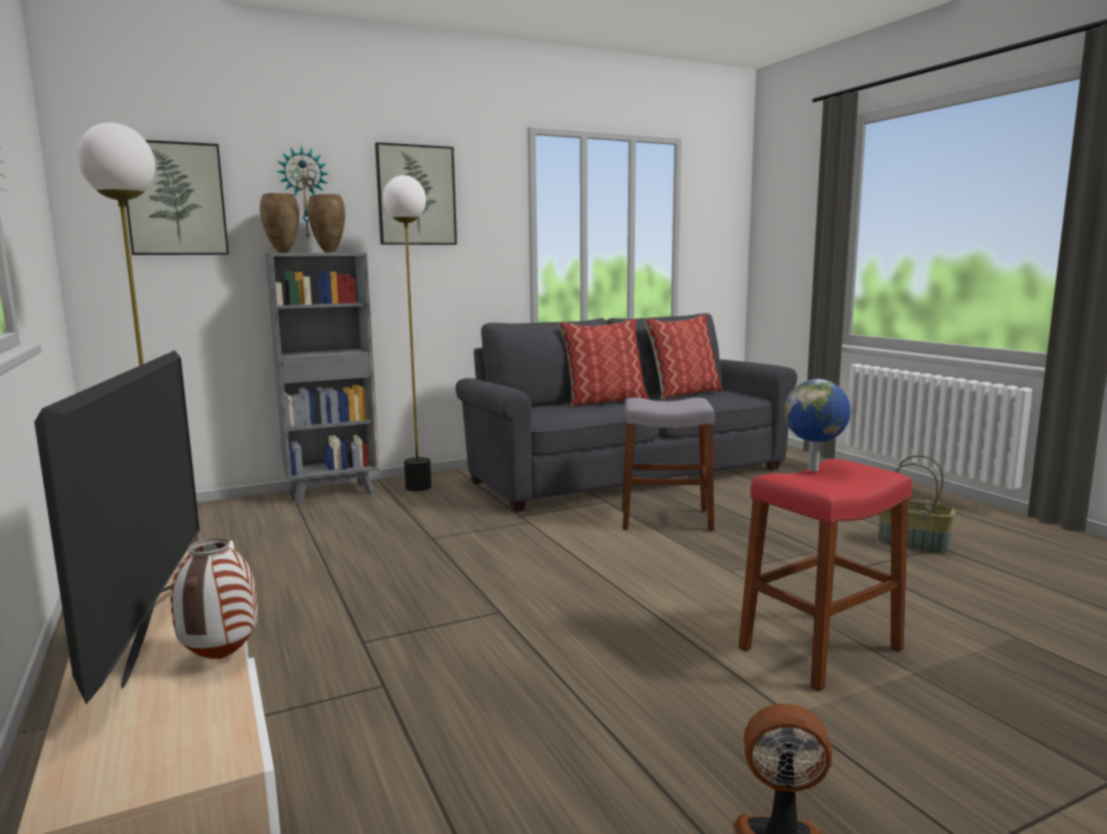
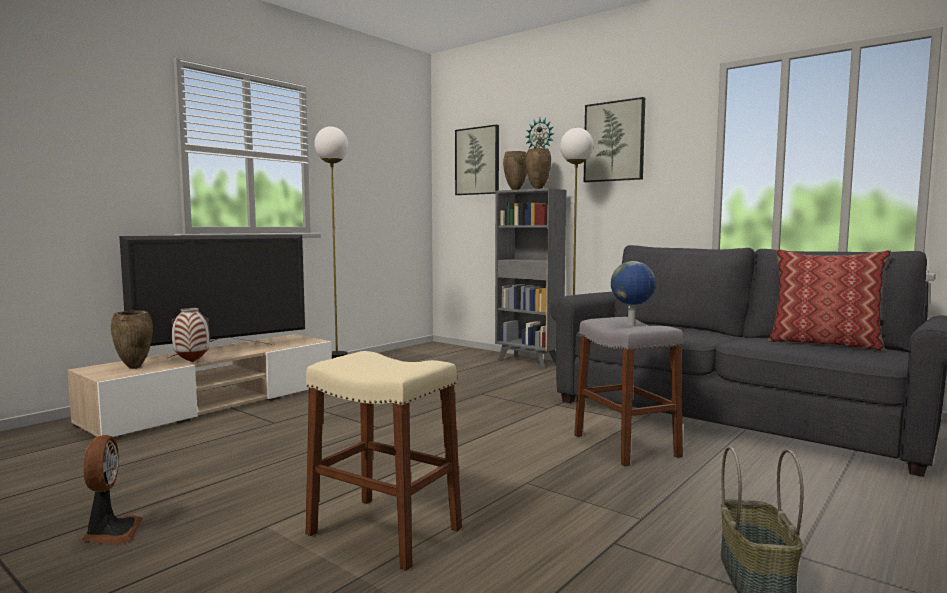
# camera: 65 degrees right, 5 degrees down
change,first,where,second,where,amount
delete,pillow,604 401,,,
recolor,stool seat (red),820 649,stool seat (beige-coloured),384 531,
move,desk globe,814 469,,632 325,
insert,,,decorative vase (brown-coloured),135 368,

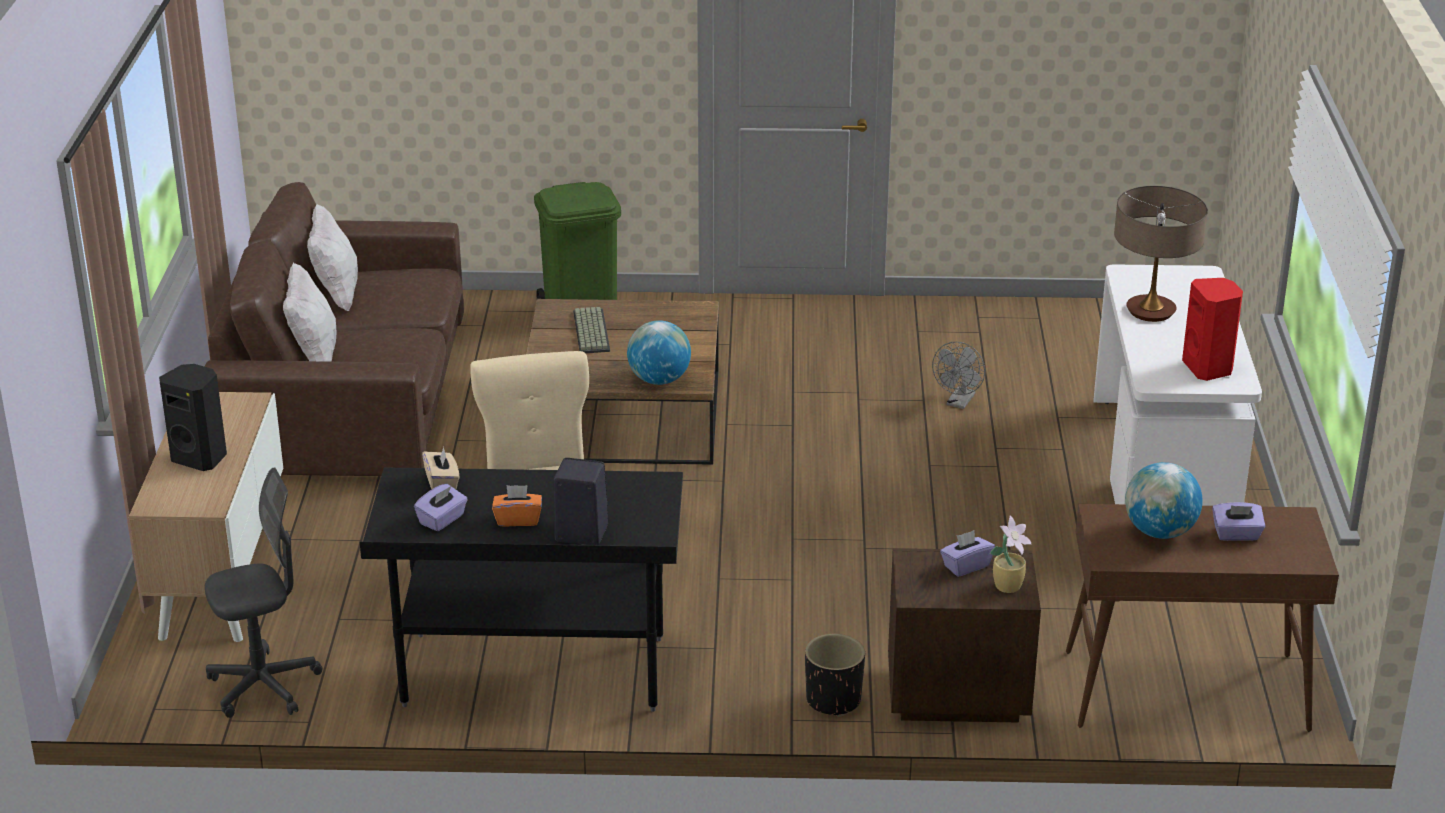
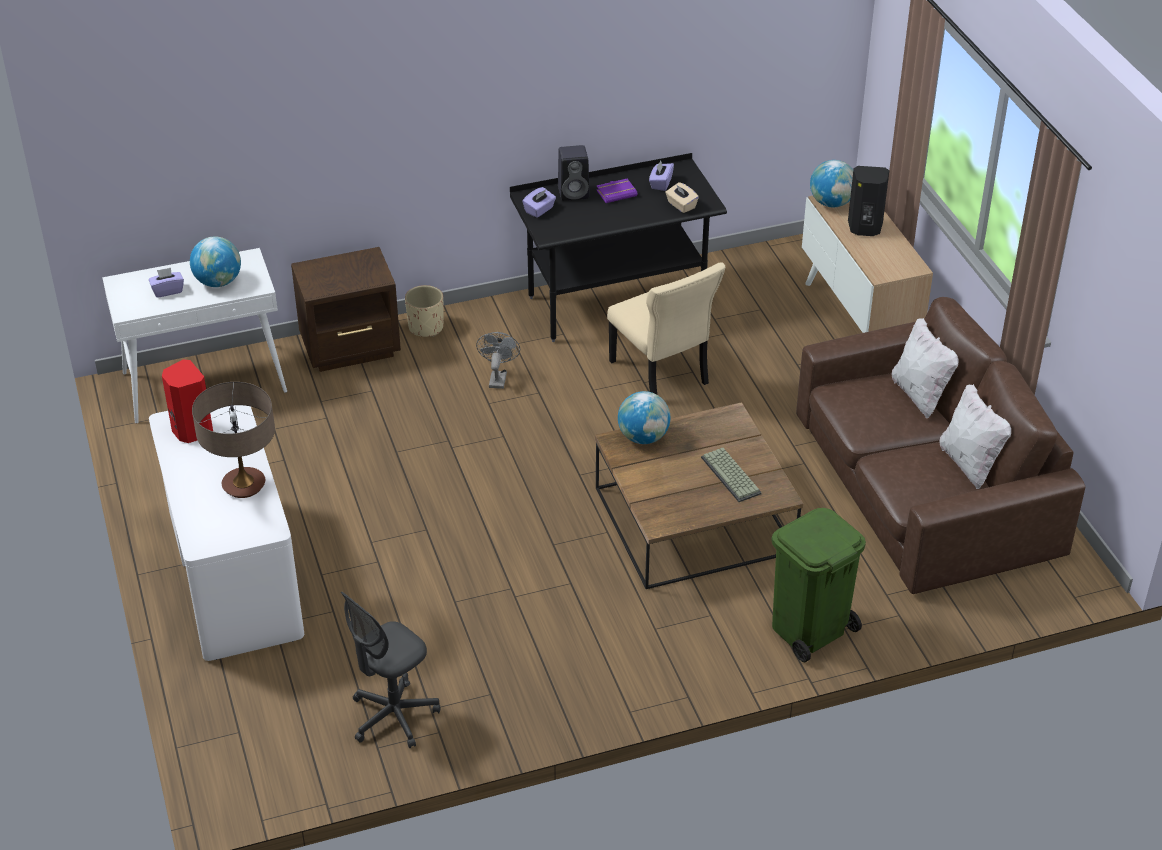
# camera: 160 degrees right, 10 degrees up
change,first,where,second,where,amount
move,desk chair (gray),264 686,,393 716,
replace,tissue holder (orange),518 519,bound book (purple),617 193,
recolor,plant pot (blackish),834 700,plant pot (beige-coloured),425 327,
move,electric fan (gray),959 403,,498 377,
move,tissue holder (purple),966 566,,539 210,
delete,plant in a pot,1009 586,,,
recolor,hall table (brown-coloured),1184 691,hall table (white-coloured),205 382,
insert,,,desk globe,831 203,

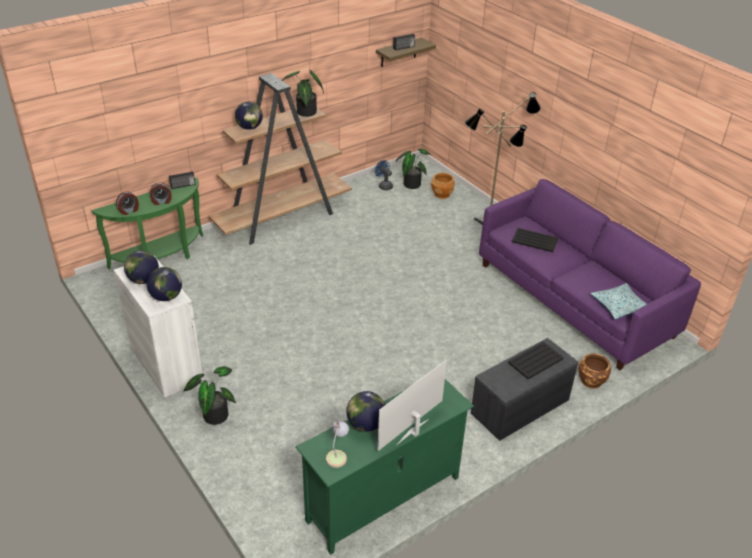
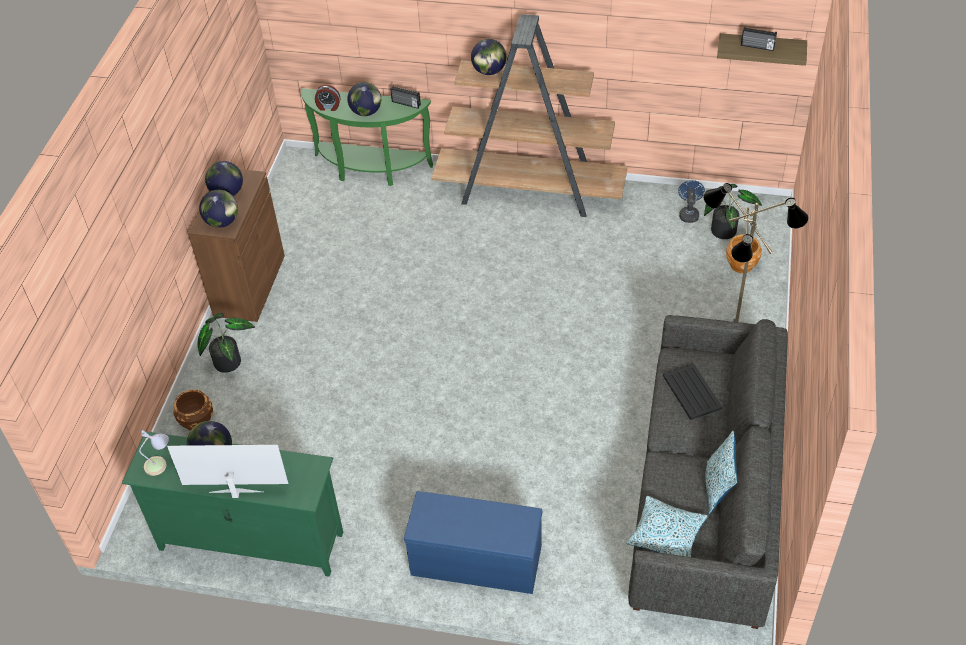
# camera: 50 degrees right, 10 degrees up
change,first,where,second,where,amount
recolor,cabinet (white-coloured),166 364,cabinet (brown-coloured),249 285,
replace,alarm clock,161 201,desk globe,366 112,
delete,plant in a pot,305 113,,,
recolor,long seat (gray),520 407,long seat (blue),475 561,
recolor,sofa (purple),574 299,sofa (gray),706 496,
delete,carrying tray (blackish),535 361,,,
move,plant pot (brown-coloured),591 381,,197 421,
insert,,,pillow,717 488,

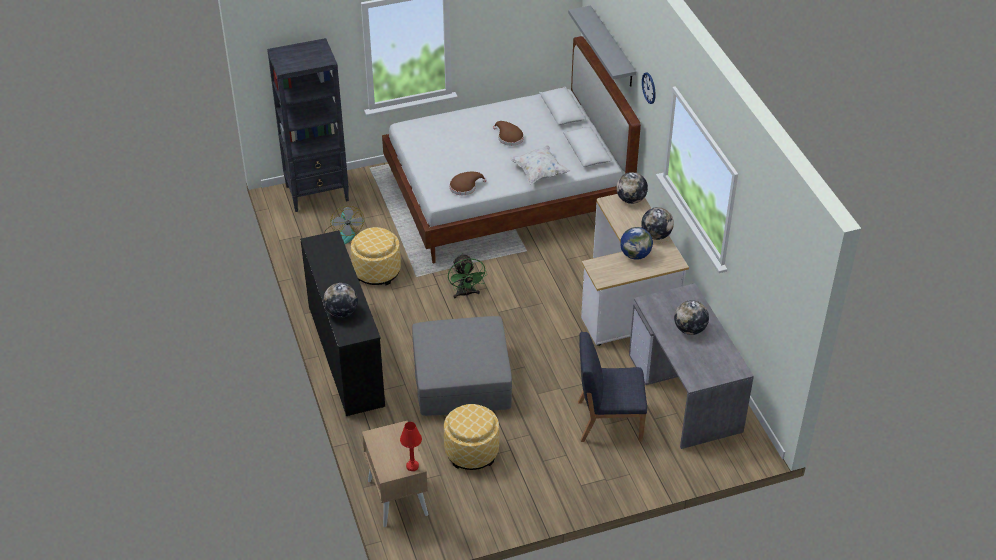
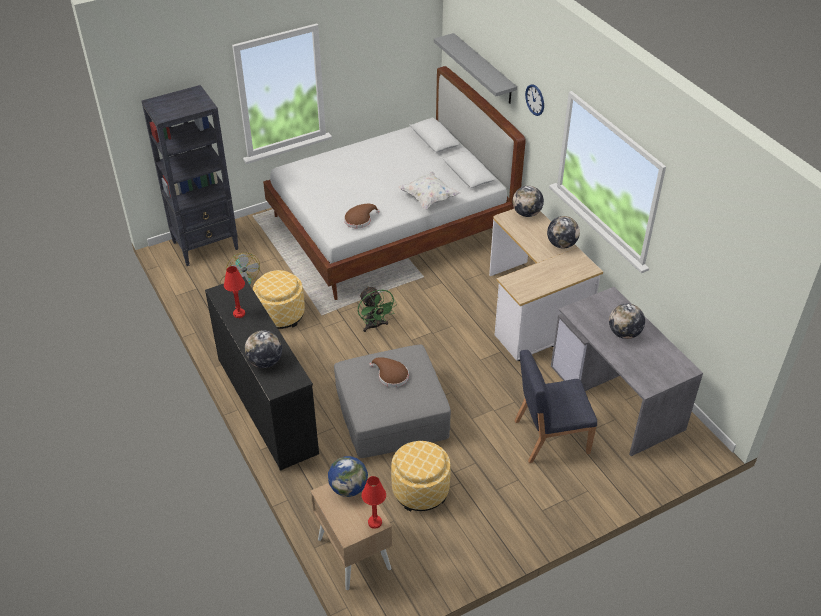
# camera: 10 degrees left, 0 degrees up
change,first,where,second,where,amount
move,hat (brown-coloured),509 137,,391 376,
move,desk globe,635 255,,348 488,
insert,,,lamp for a table (red),239 314,

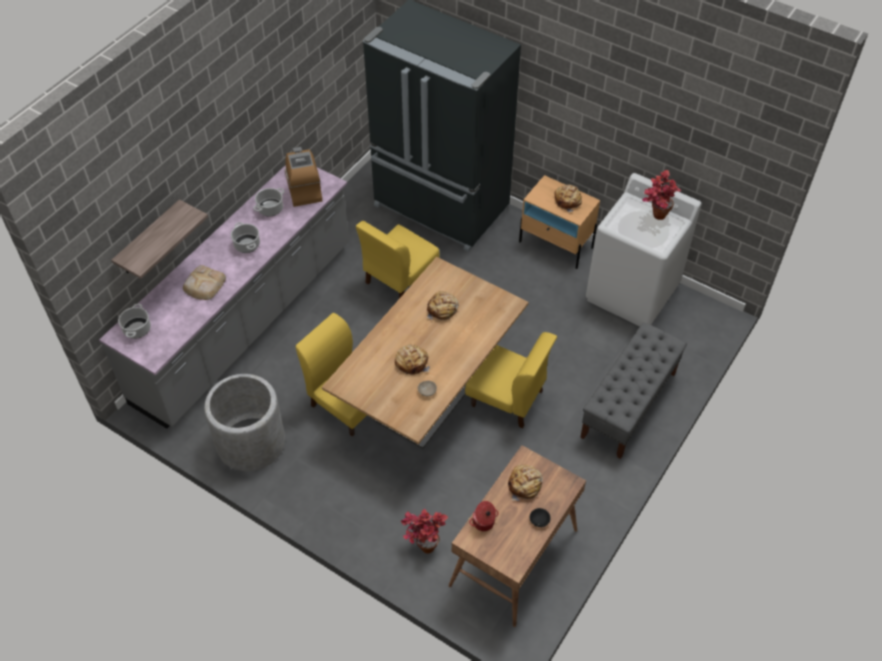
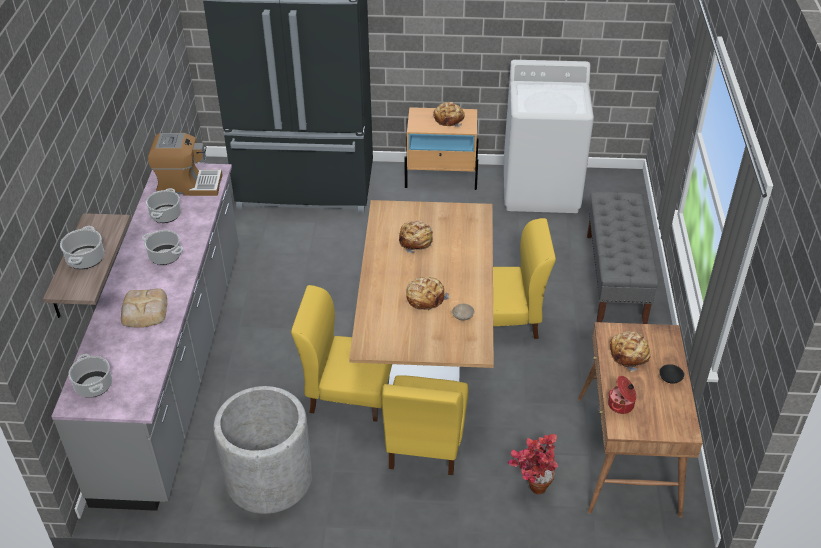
# camera: 30 degrees left, 10 degrees down
change,first,where,second,where,amount
rotate,coffee machine,303 188,,188 185,135 degrees clockwise
move,upright chair (yellow),399 278,,425 443,
delete,plant in a pot,654 216,,,
insert,,,saucepot,85 258,

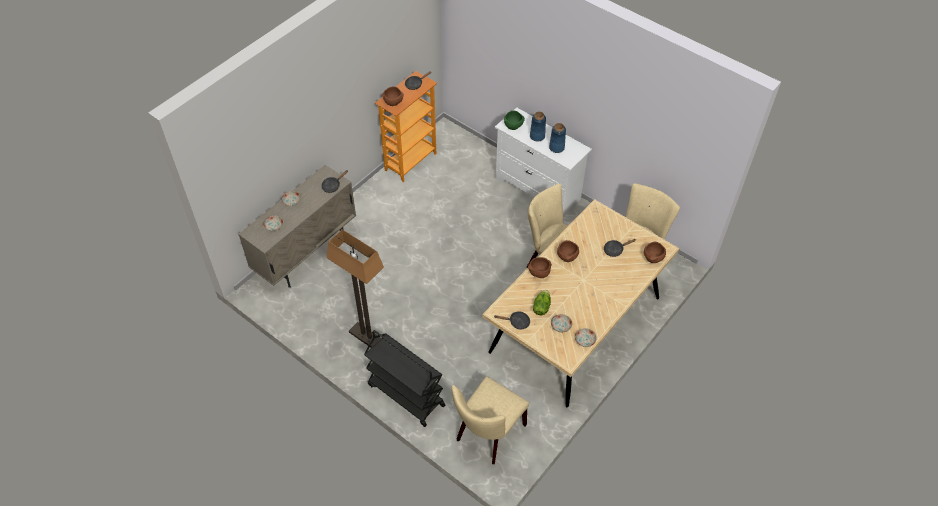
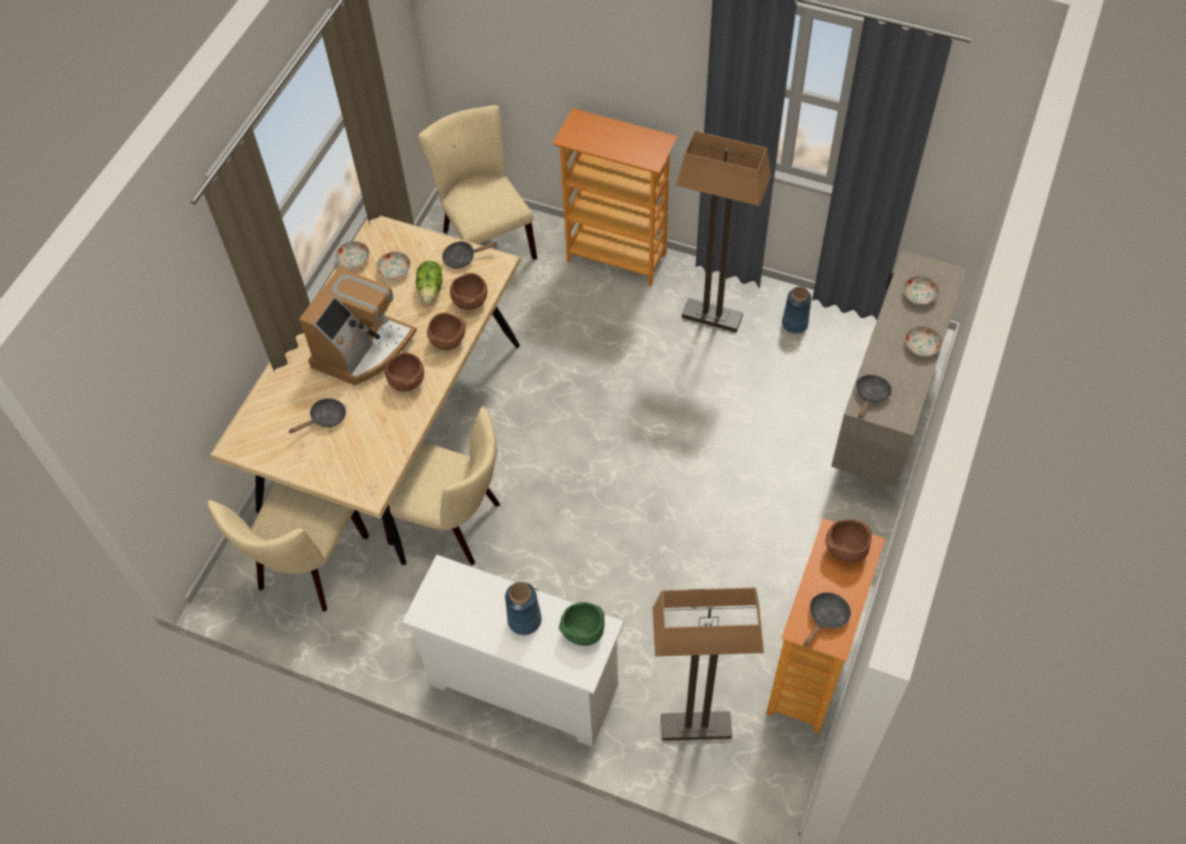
# camera: 165 degrees right, 5 degrees up
change,first,where,second,where,amount
replace,trolley (blackish),405 395,bookcase,617 257,
rotate,upright chair (beige-coloured),488 435,,485 240,45 degrees counterclockwise
move,decorative vase (blue),556 147,,794 324,
move,serving bowl (brown-coloured),653 259,,470 301,
insert,,,coffee machine,363 348,
insert,,,standing lamp,695 727,

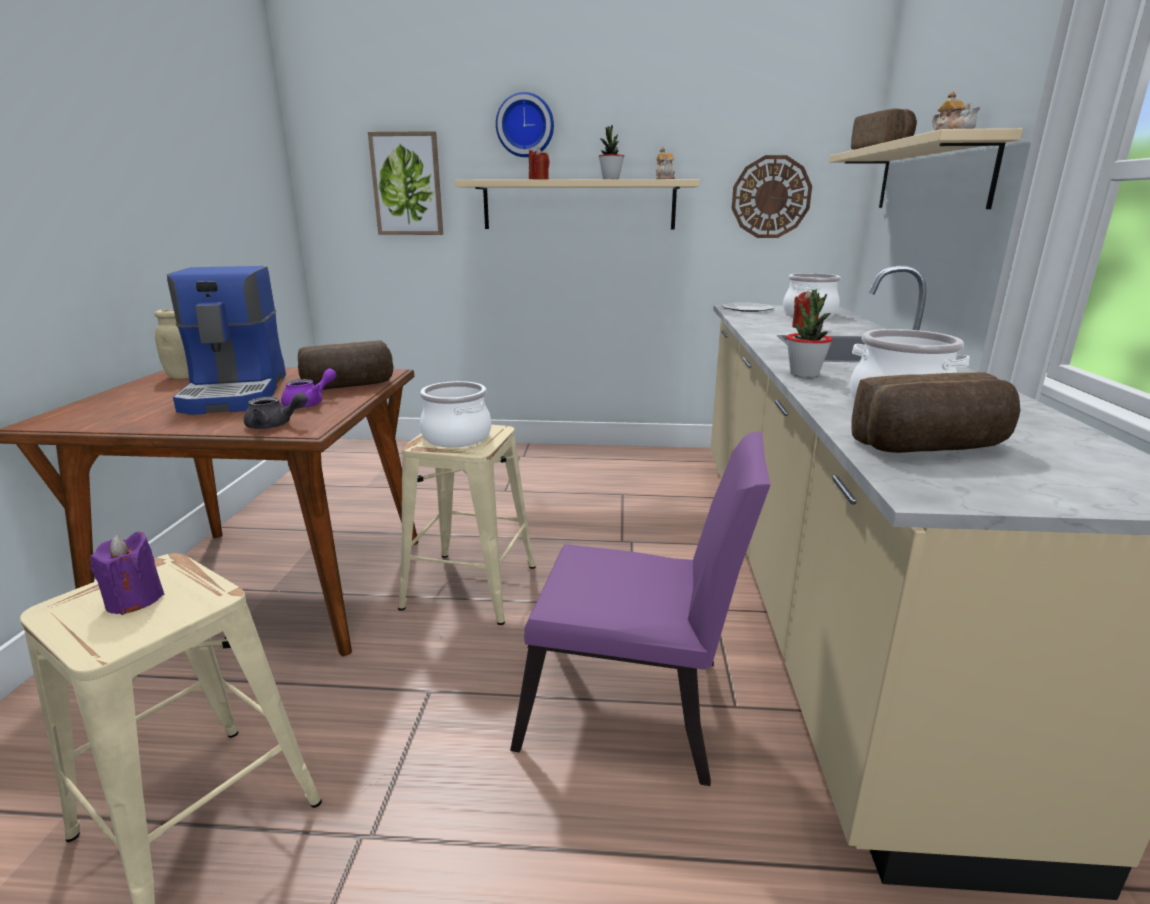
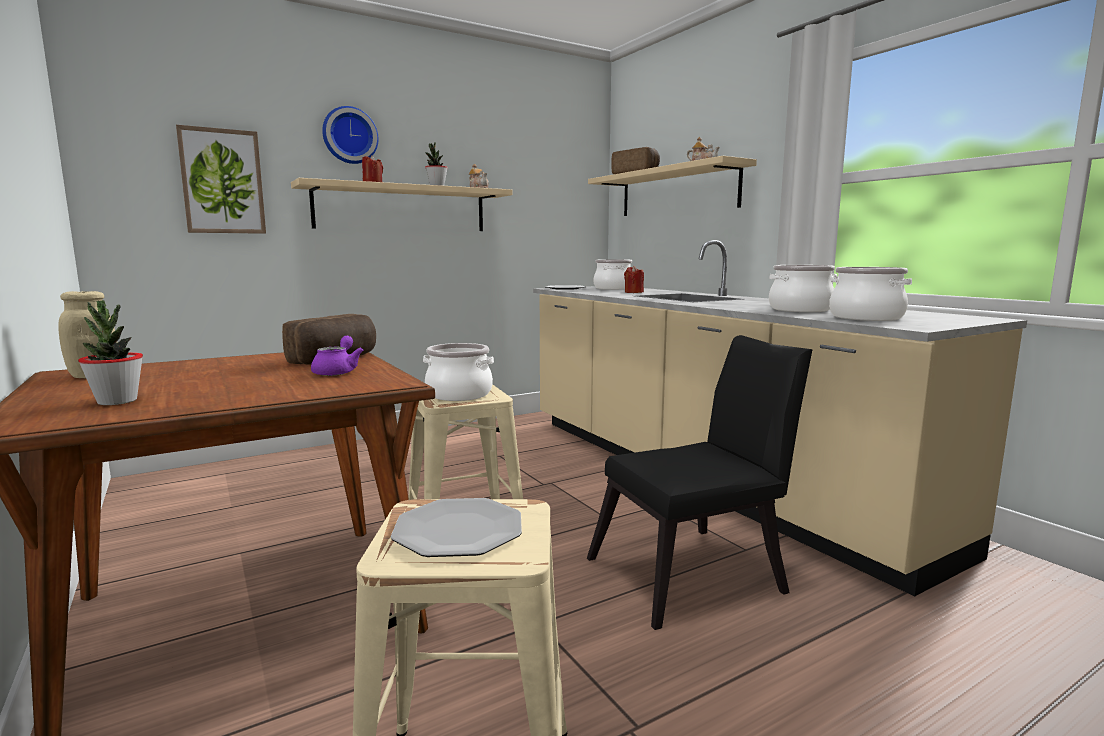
# camera: 35 degrees left, 10 degrees down
change,first,where,second,where,amount
replace,candle (purple),135 600,plate,458 530,
delete,coffee machine,237 393,,,
delete,pot for tea (gray),274 425,,,
recolor,upright chair (purple),636 709,upright chair (blackish),695 574,
delete,hanging clock,771 197,,,
move,plant in a pot,804 374,,117 401,
replace,baked bread,932 447,saucepot,865 318,

